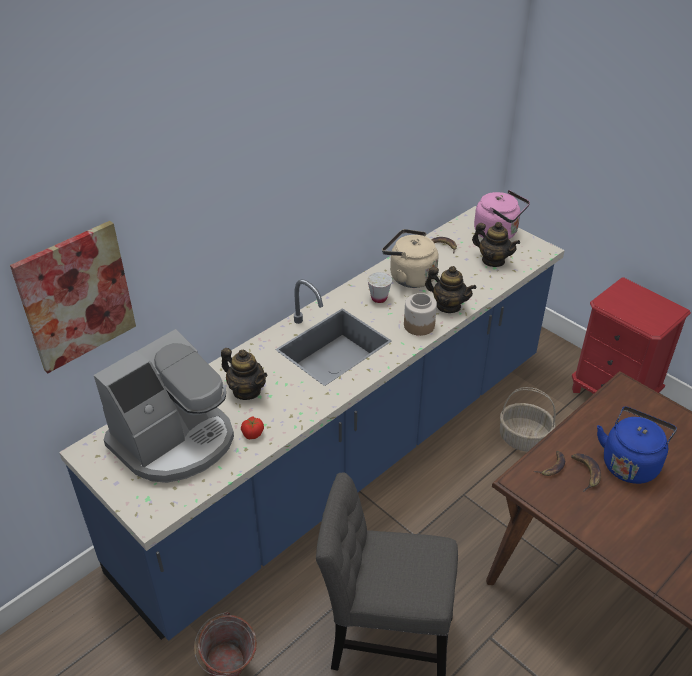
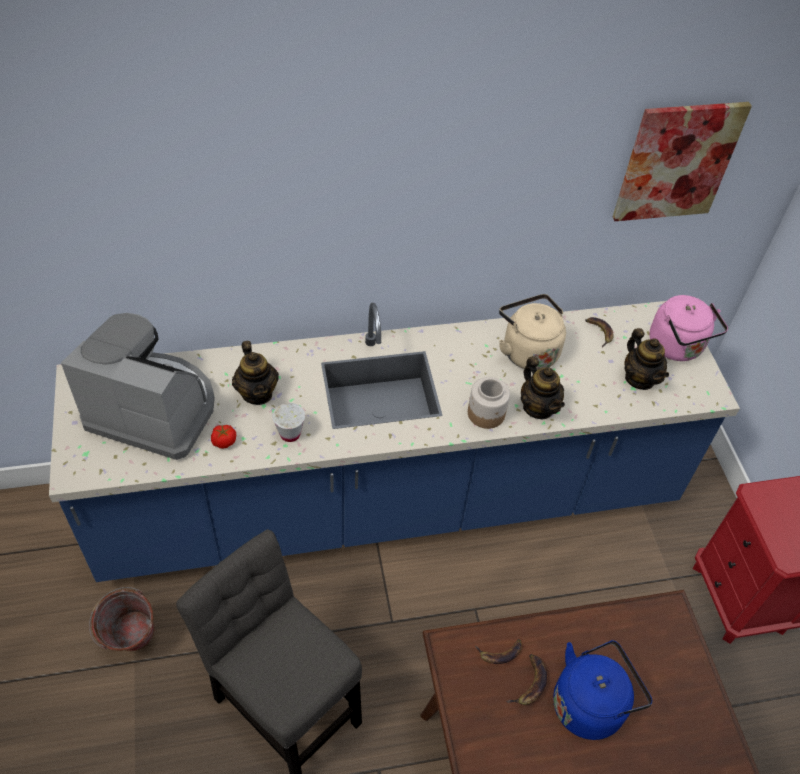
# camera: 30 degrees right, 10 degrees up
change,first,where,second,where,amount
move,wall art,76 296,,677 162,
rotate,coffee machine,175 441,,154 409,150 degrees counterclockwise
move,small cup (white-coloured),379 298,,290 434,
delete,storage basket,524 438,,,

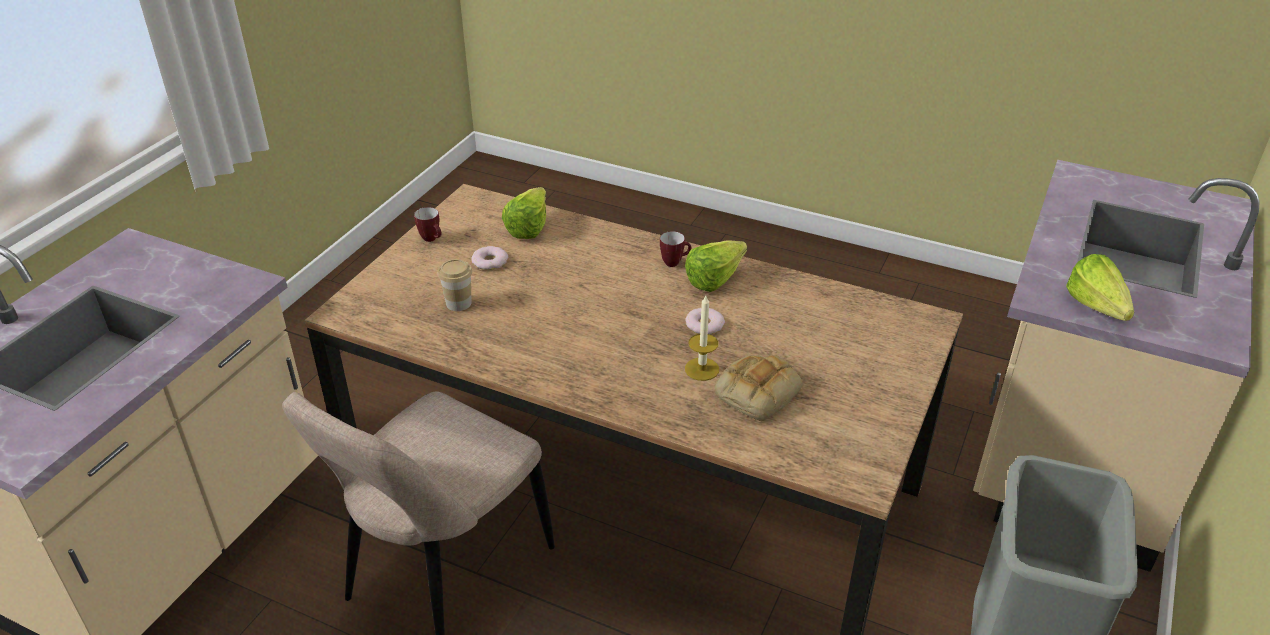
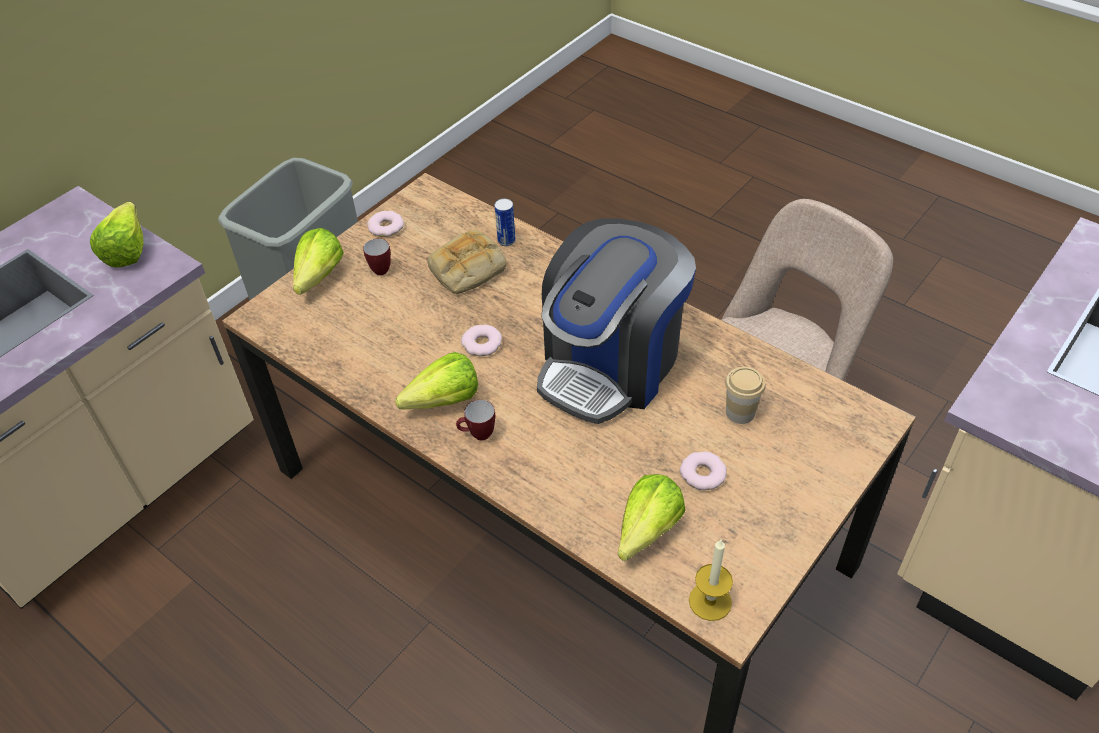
# camera: 165 degrees left, 10 degrees up
change,first,where,second,where,amount
move,coffee mug,432 239,,379 269,
move,candle,702 369,,710 601,
insert,,,lettuce,315 281,
insert,,,donut,386 227,
insert,,,sealed can,506 241,
insert,,,coffee machine,611 364,

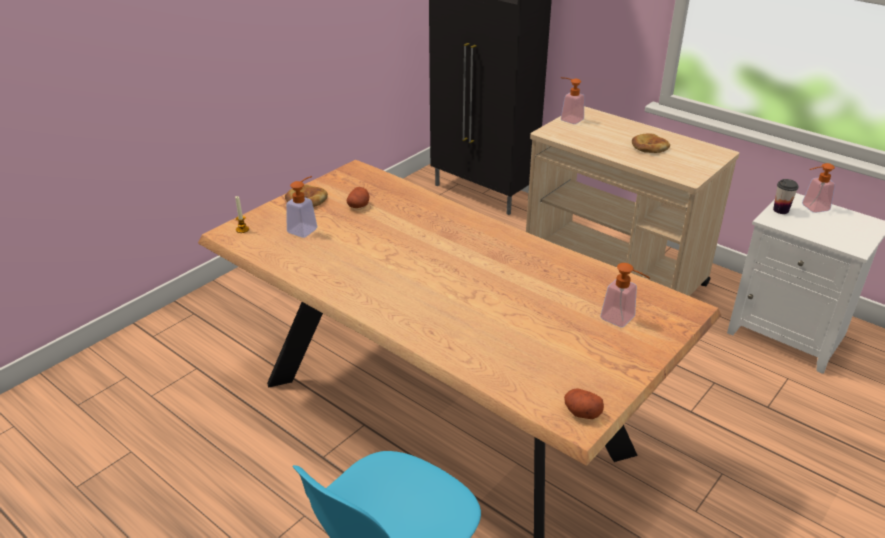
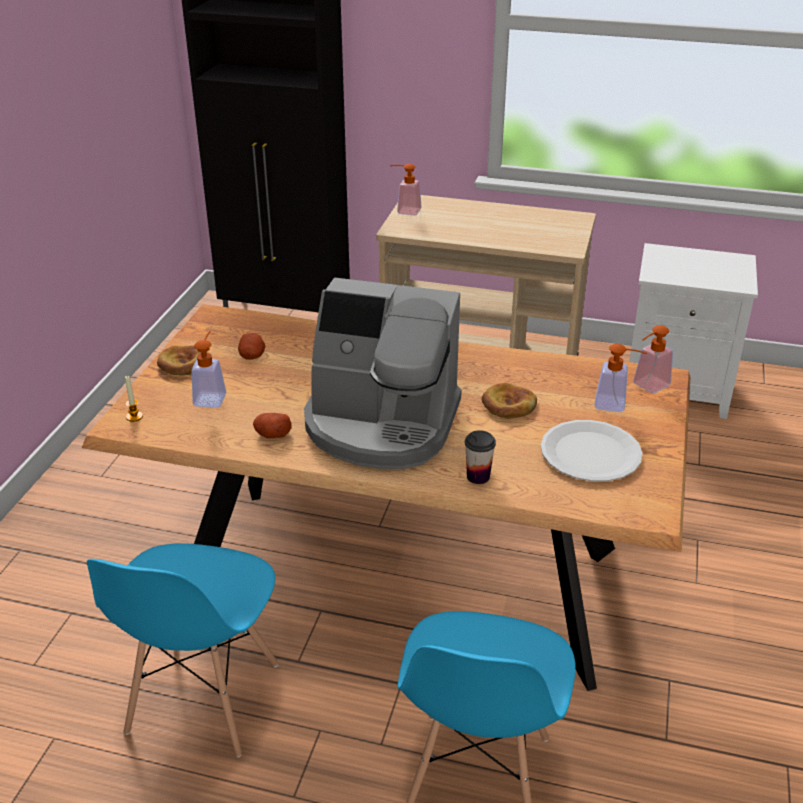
# camera: 25 degrees left, 0 degrees up
change,first,where,second,where,amount
move,potato,581 412,,272 434,
move,baked bread,649 146,,508 405,
move,small cup,780 210,,478 476,
move,soap bottle,811 208,,647 386,
insert,,,upright chair (blue),203 699,
insert,,,coffee machine,381 425,
insert,,,plate (white-coloured),591 453,

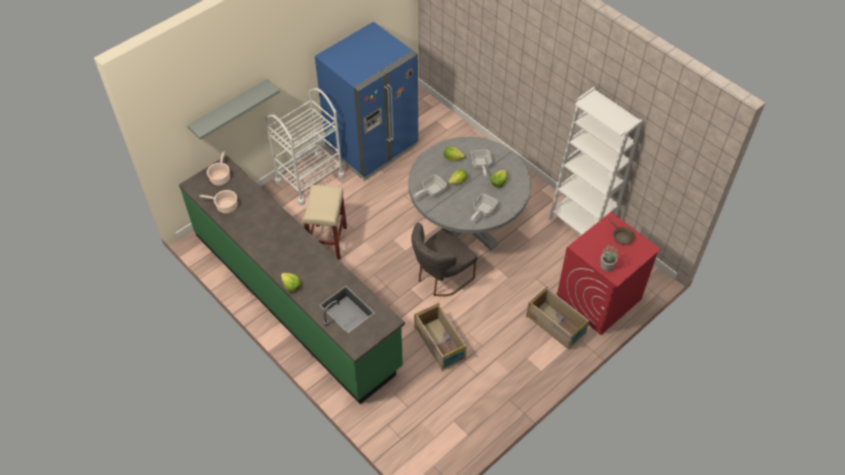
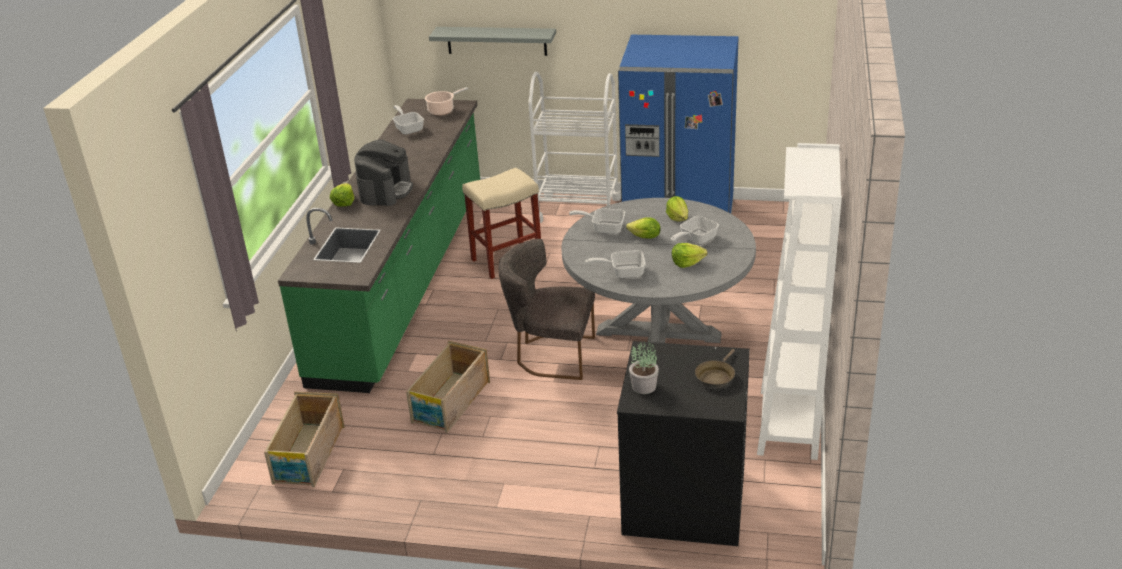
# camera: 55 degrees right, 20 degrees down
change,first,where,second,where,amount
replace,saucepot,225 206,frying pan,408 128,
move,shipping crate,556 325,,308 455,
recolor,laundry machine (red),598 299,laundry machine (blackish),683 502,
insert,,,coffee machine,385 190,

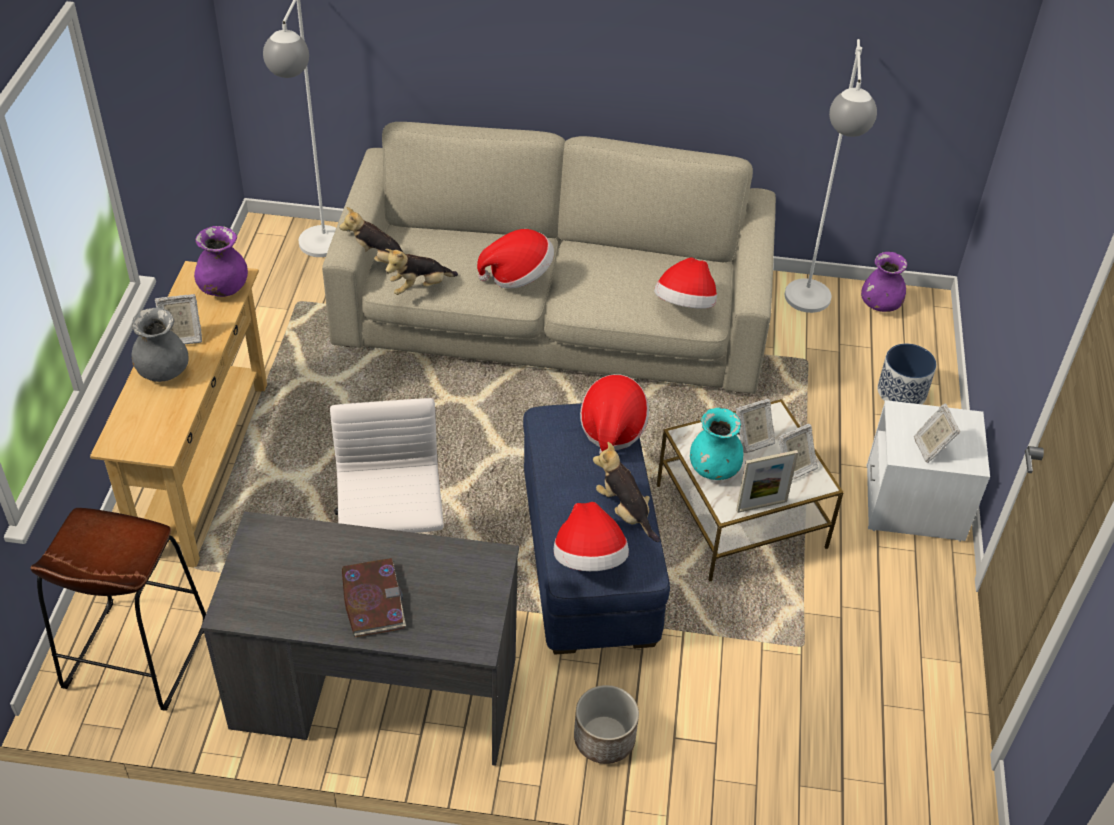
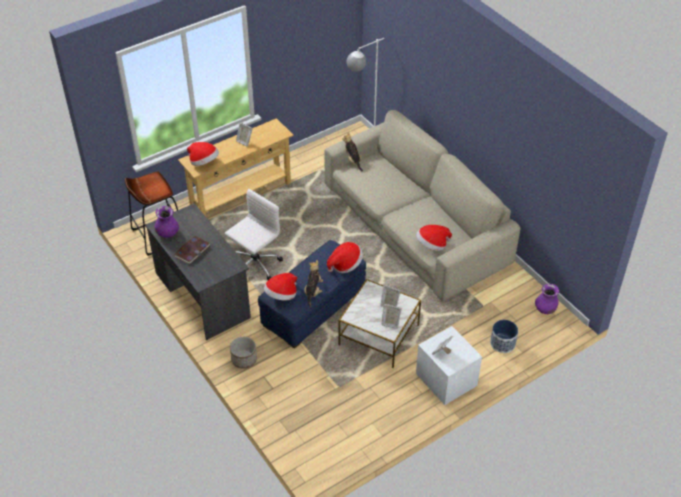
# camera: 50 degrees right, 0 degrees up
change,first,where,second,where,amount
delete,decorative vase (gray),163 372,,,
move,decorative vase (purple),223 288,,167 233,
delete,soft toy,419 287,,,
move,hat,518 275,,204 162,
delete,decorative vase (blue-green),714 469,,,
delete,picture frame,761 506,,,
delete,standing lamp (white-coloured),807 308,,,

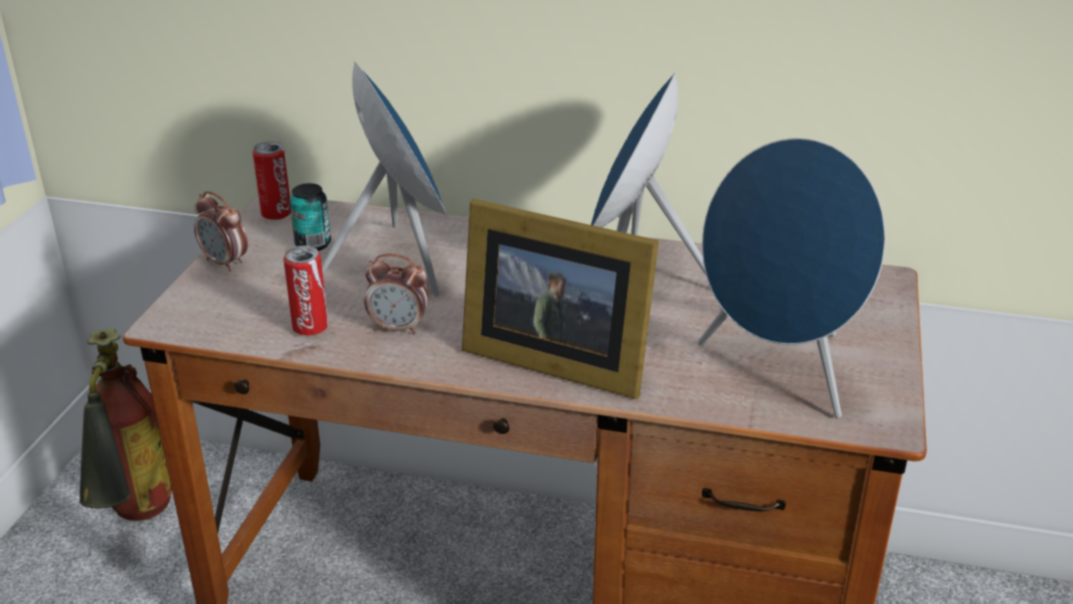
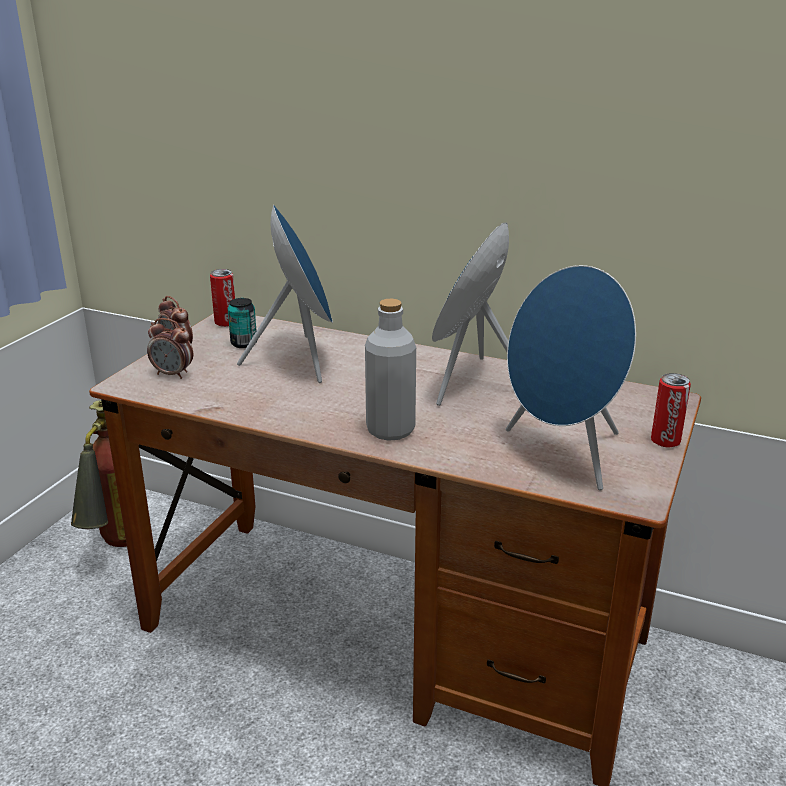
# camera: 10 degrees right, 5 degrees down
change,first,where,second,where,amount
move,sealed can,310 327,,665 441,
move,alarm clock,399 328,,173 374,
replace,picture frame,552 358,bottle (gray),390 430,

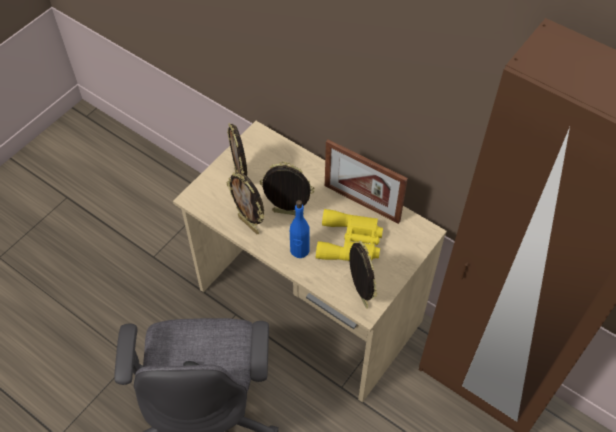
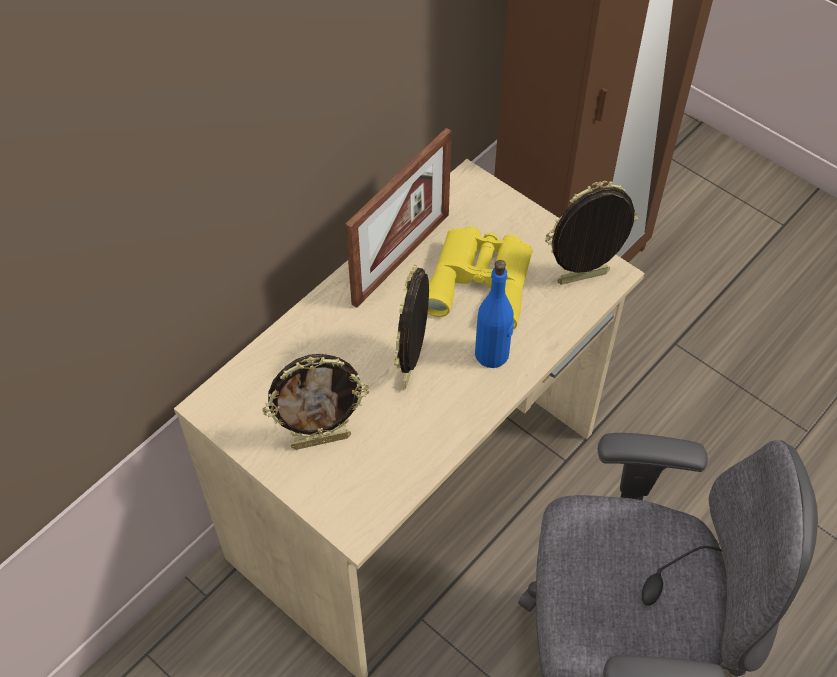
# camera: 85 degrees left, 0 degrees up
change,first,where,second,where,amount
delete,picture frame,249 224,,,

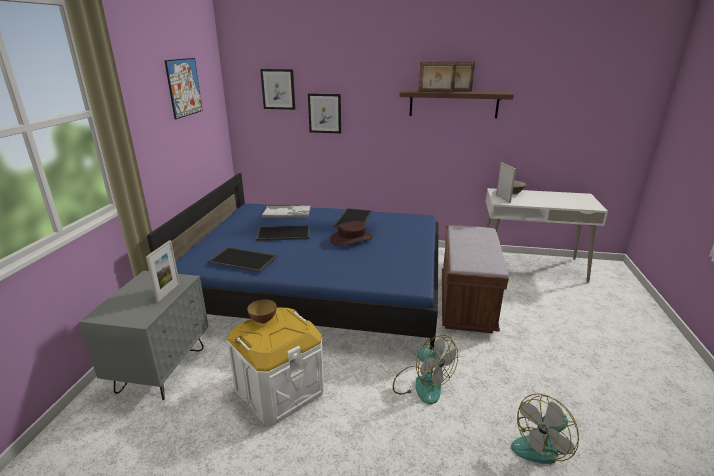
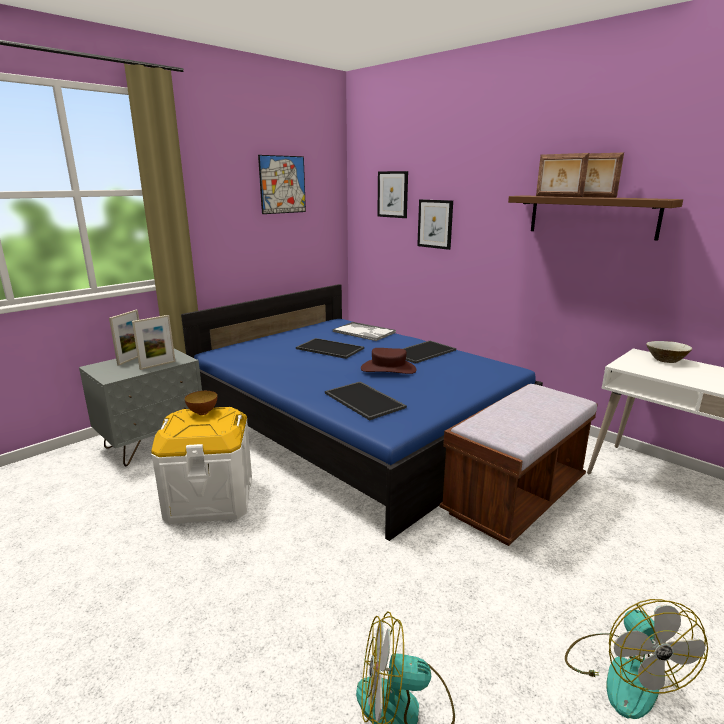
# camera: 35 degrees right, 5 degrees down
change,first,where,second,where,amount
move,carrying tray,244 259,,365 400,
move,electric fan,421 384,,622 673,
move,picture frame,503 198,,131 359,

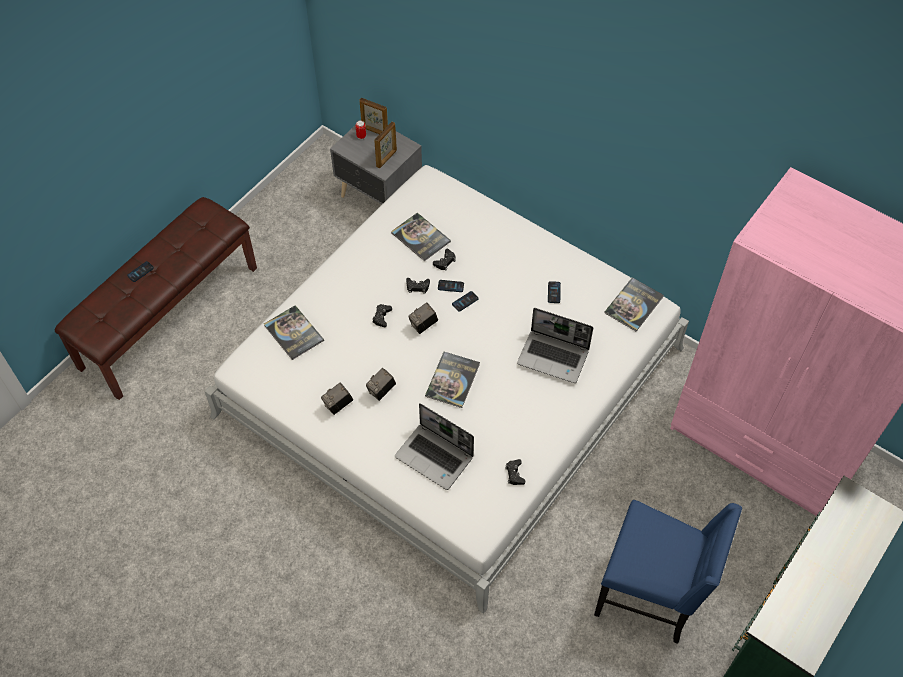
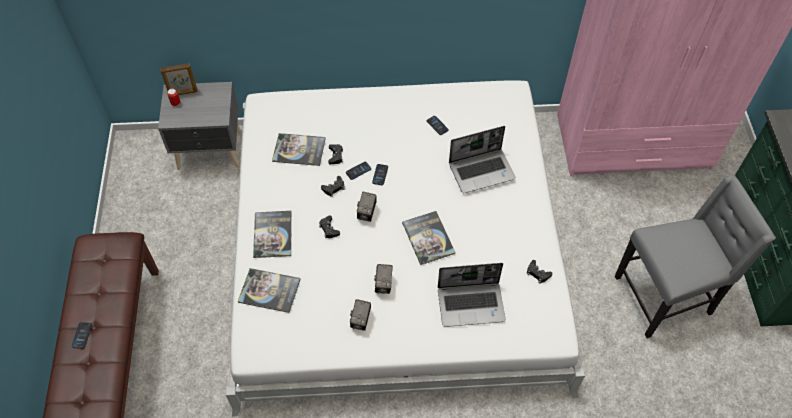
# camera: 40 degrees left, 0 degrees up
change,first,where,second,where,amount
delete,picture frame,387 158,,,
recolor,upright chair (blue),650 595,upright chair (gray),665 296,
move,bound book,634 305,,272 234,

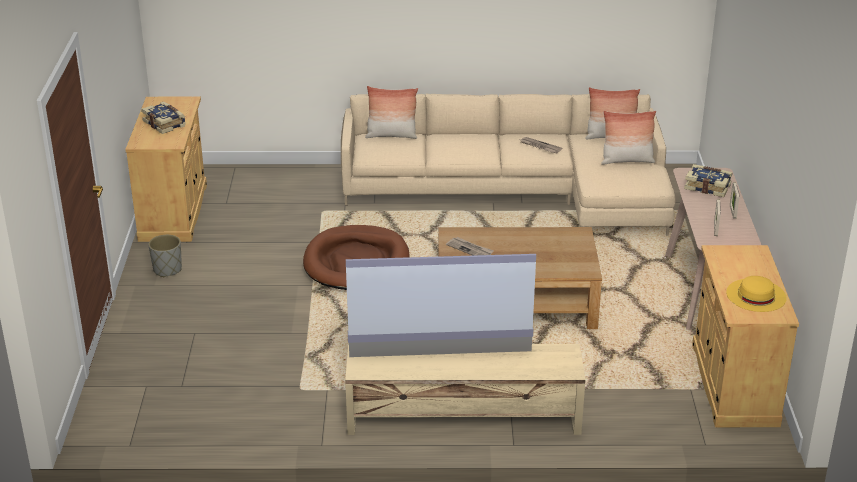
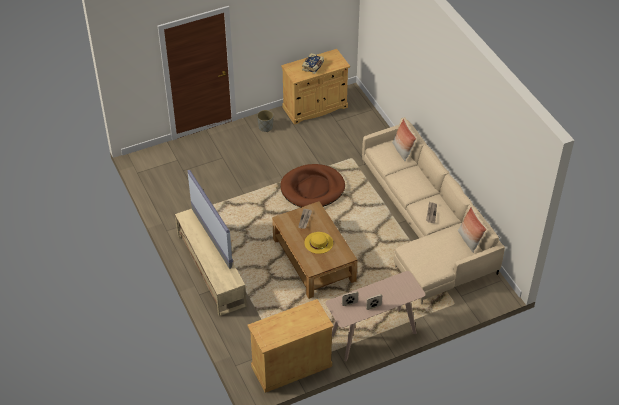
# camera: 65 degrees right, 15 degrees up
change,first,where,second,where,amount
delete,pillow,627 161,,,
delete,bound book,707 187,,,
move,hat (yellow),756 295,,318 242,

